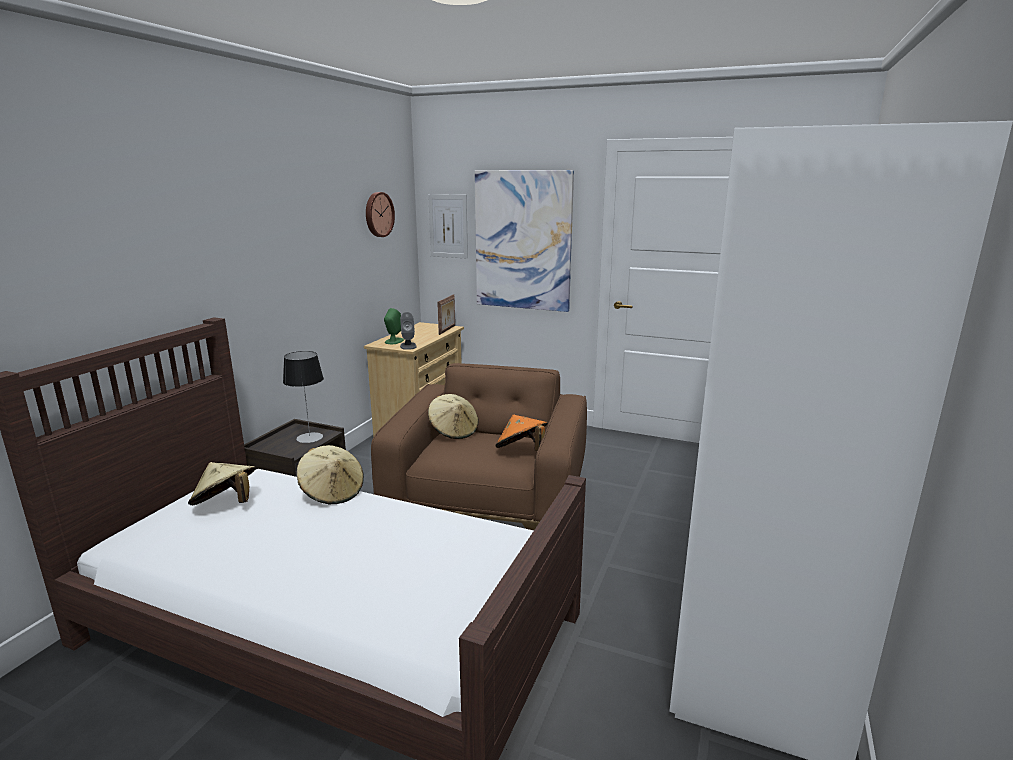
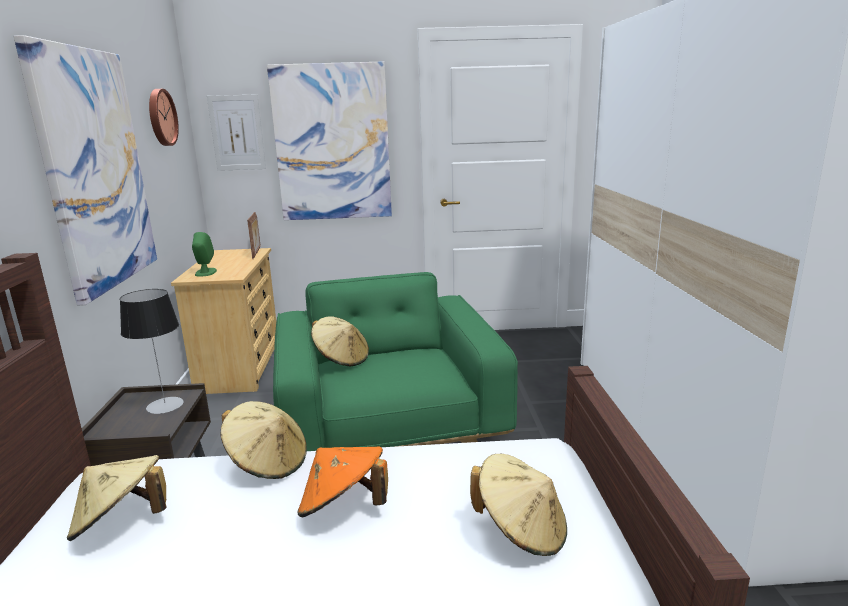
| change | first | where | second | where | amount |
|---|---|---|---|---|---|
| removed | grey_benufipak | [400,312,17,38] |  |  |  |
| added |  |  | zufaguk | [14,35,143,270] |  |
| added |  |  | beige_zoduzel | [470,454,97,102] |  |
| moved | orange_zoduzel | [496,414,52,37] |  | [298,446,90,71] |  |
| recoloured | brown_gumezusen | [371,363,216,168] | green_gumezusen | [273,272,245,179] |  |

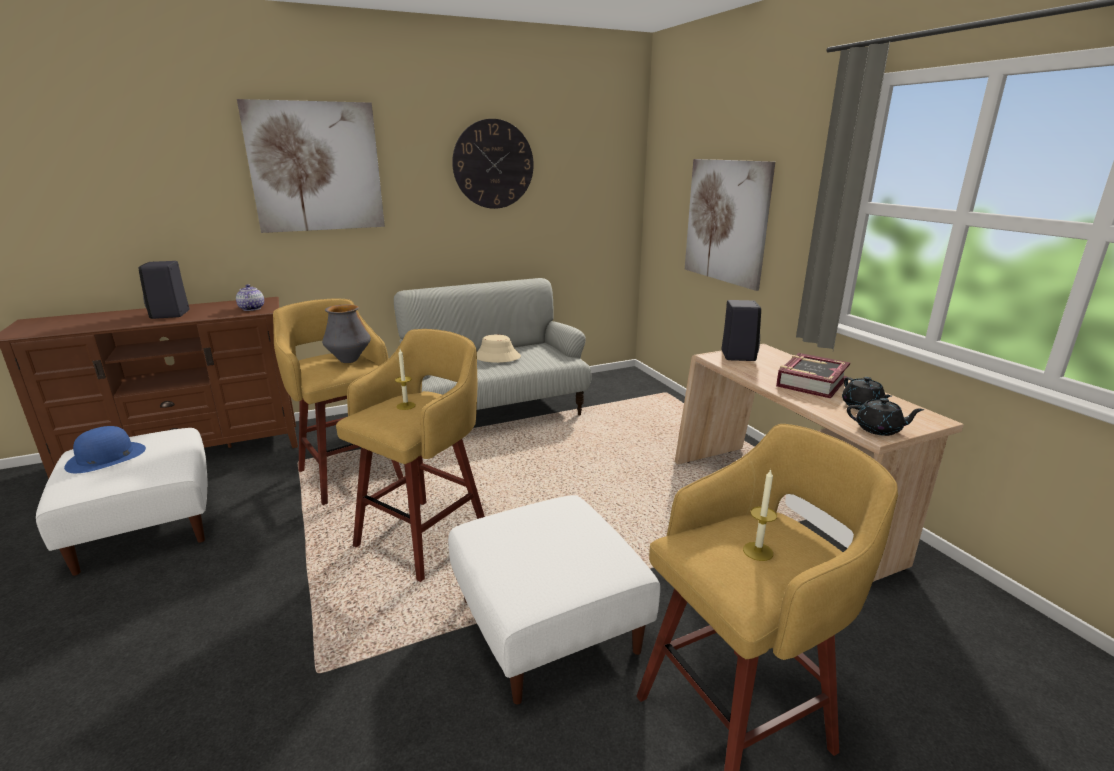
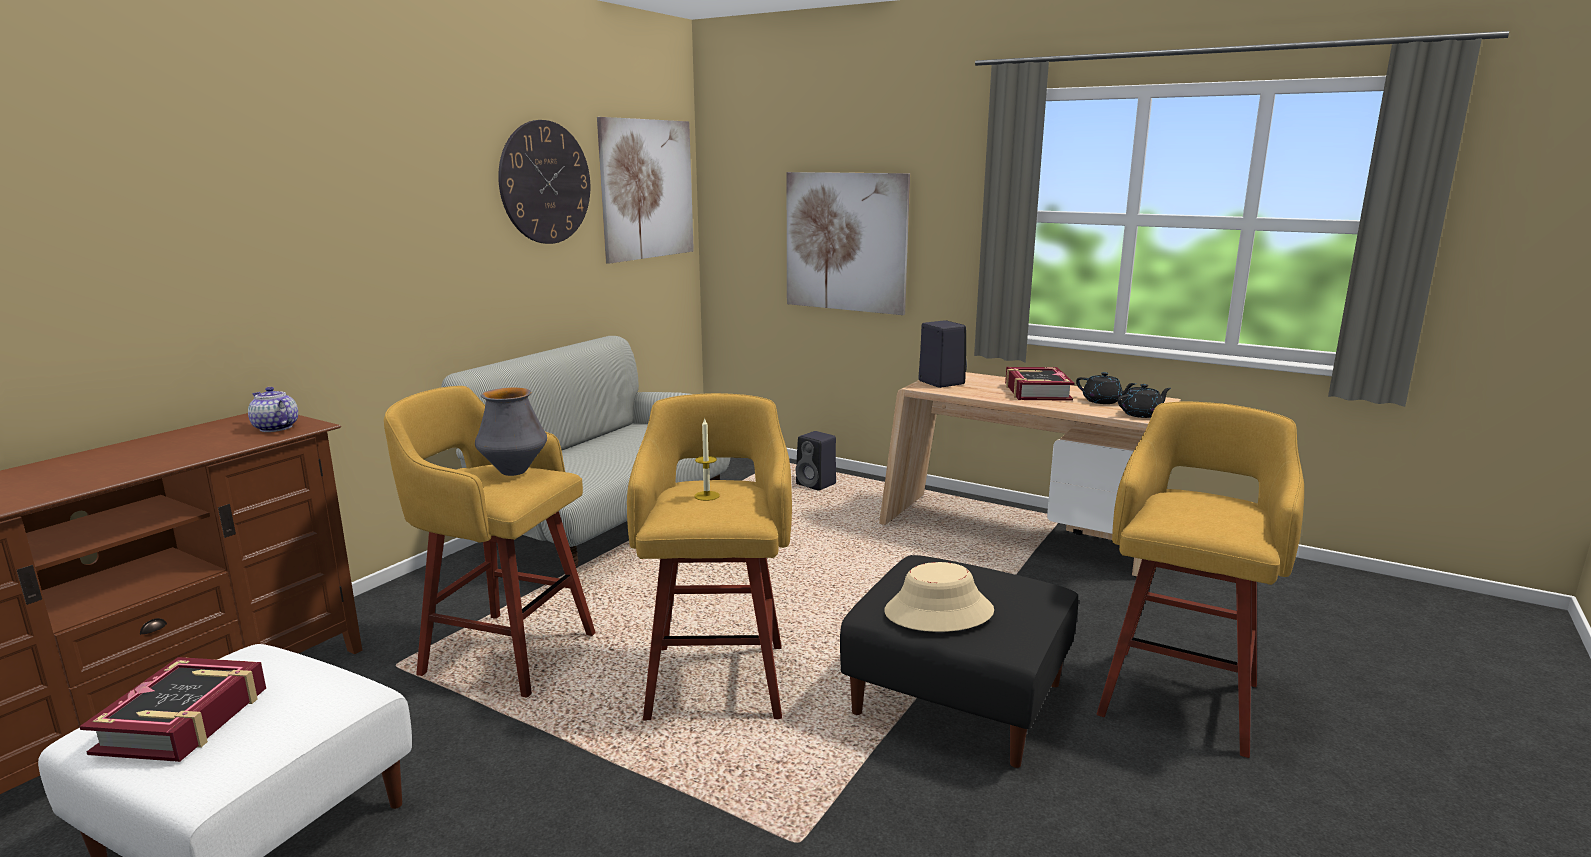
| change | first | where | second | where | amount |
|---|---|---|---|---|---|
| removed | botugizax | [743,469,34,92] |  |  |  |
| moved | black_benufipak | [139,261,50,58] |  | [796,431,40,60] |  |
| moved | zufaguk | [237,99,148,134] |  | [597,117,97,147] |  |
| moved | beige_zoduzel | [477,335,44,28] |  | [884,562,110,70] |  |
| replaced | blue_zoduzel | [64,426,82,47] | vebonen | [79,657,187,105] |  |
| recoloured | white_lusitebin | [448,495,212,209] | black_lusitebin | [840,555,238,213] |  |

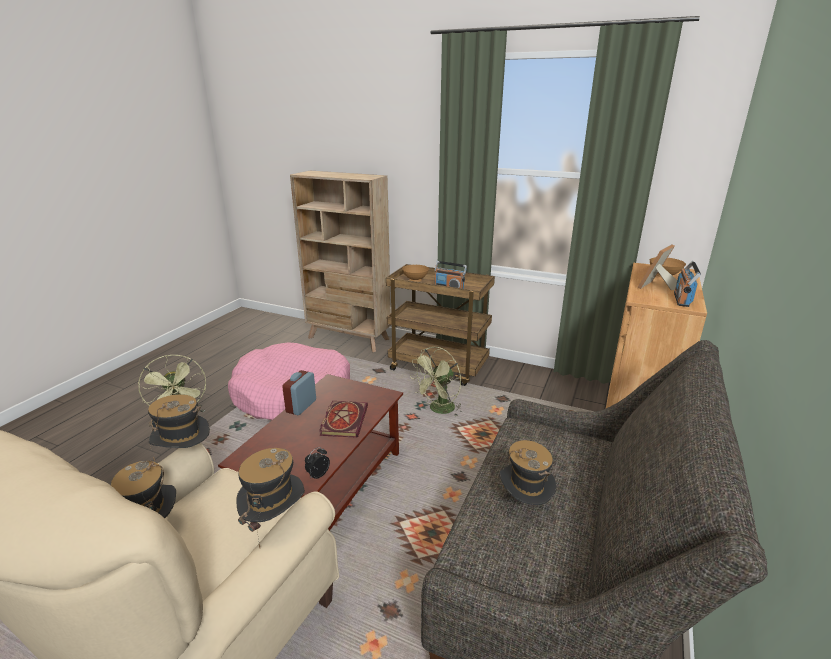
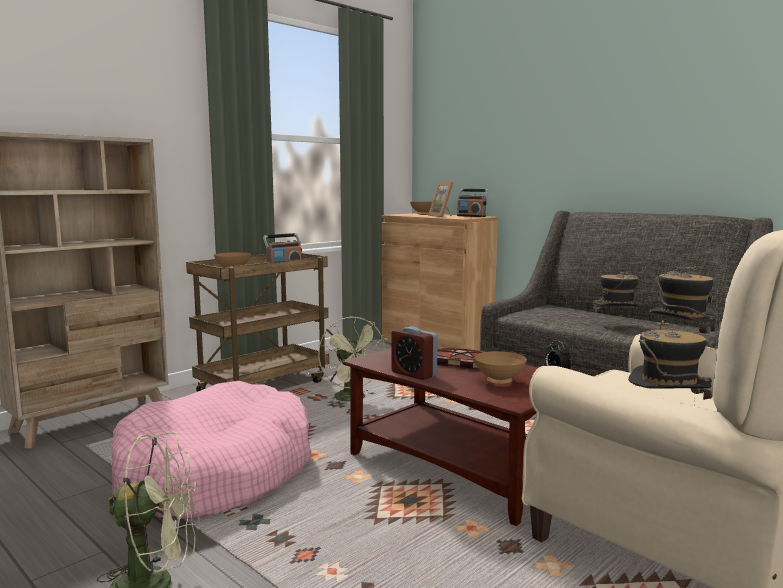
| change | first | where | second | where | amount |
|---|---|---|---|---|---|
| removed | zoduzel | [148,394,62,67] |  |  |  |
| added |  |  | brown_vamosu | [474,351,53,33] |  |

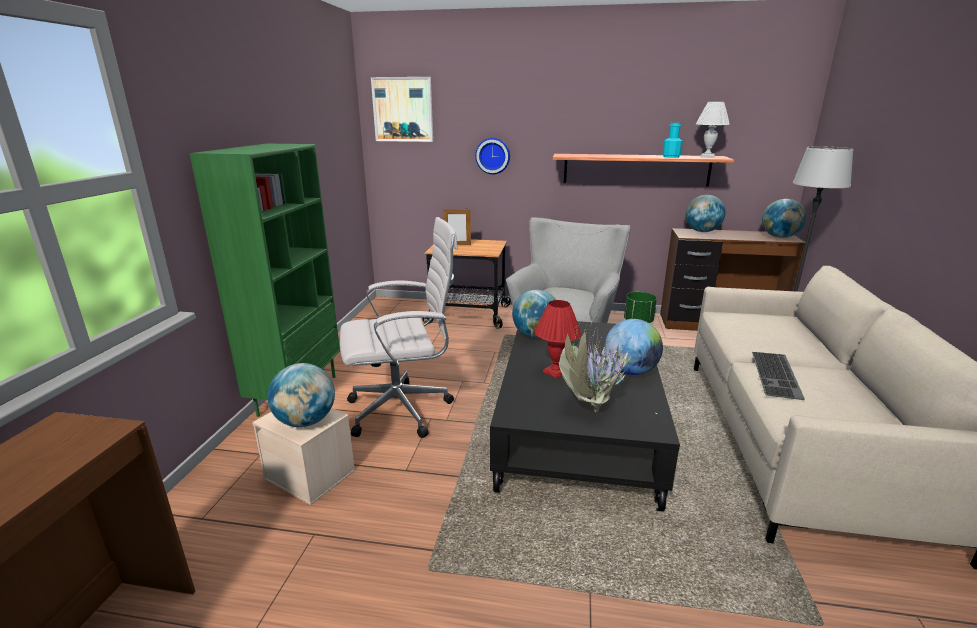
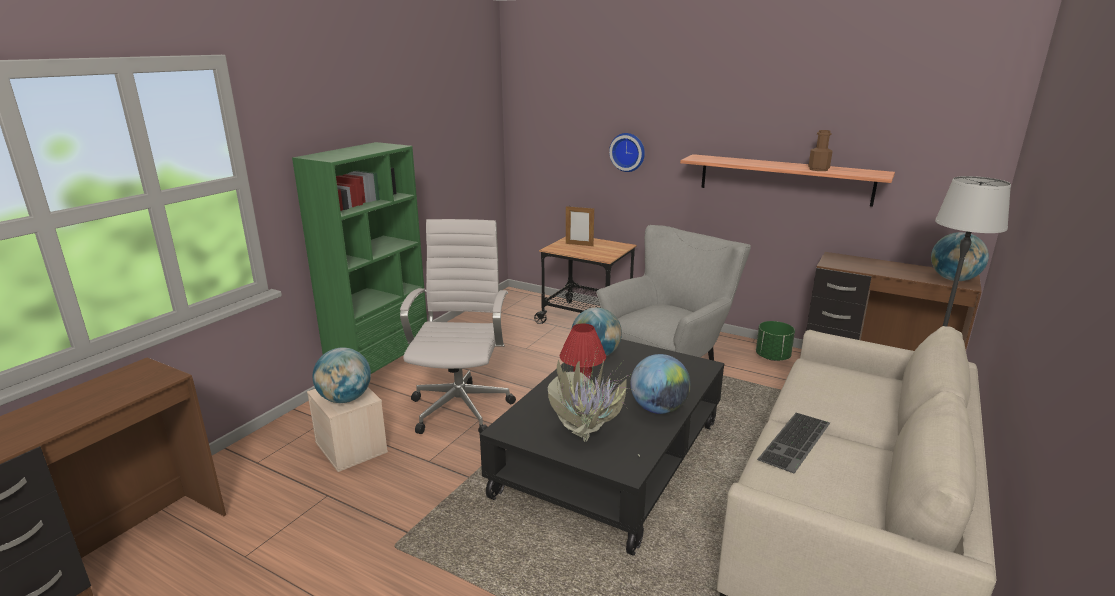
| change | first | where | second | where | amount |
|---|---|---|---|---|---|
| removed | zufaguk | [371,77,62,65] |  |  |  |
| removed | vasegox | [685,195,41,37] |  |  |  |
| removed | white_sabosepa | [696,102,34,56] |  |  |  |
| recoloured | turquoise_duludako | [662,123,21,35] | brown_duludako | [808,130,25,41] |  |
| turned | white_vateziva | [340,217,118,221] |  | [400,219,116,215] | 90 degrees counterclockwise |

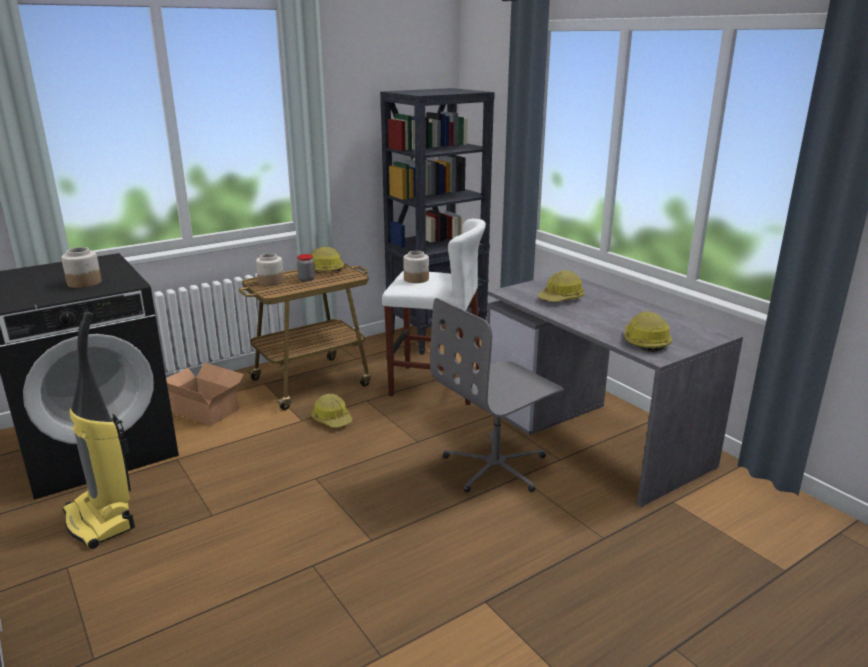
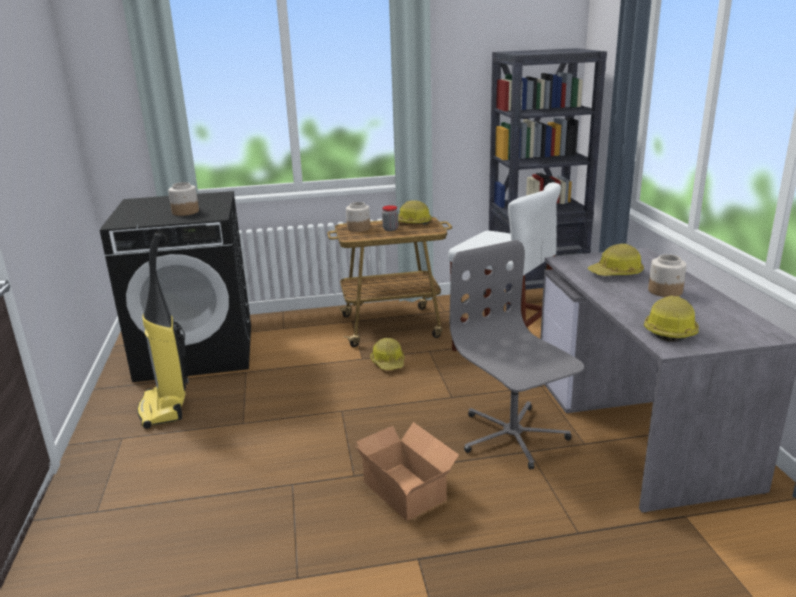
| change | first | where | second | where | amount |
|---|---|---|---|---|---|
| moved | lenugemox | [166,362,78,64] |  | [354,422,105,99] |  |
| moved | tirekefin | [403,251,26,32] |  | [648,254,39,43] |  |
| turned | grey_vateziva | [430,298,134,195] |  | [450,240,134,230] | 75 degrees clockwise |

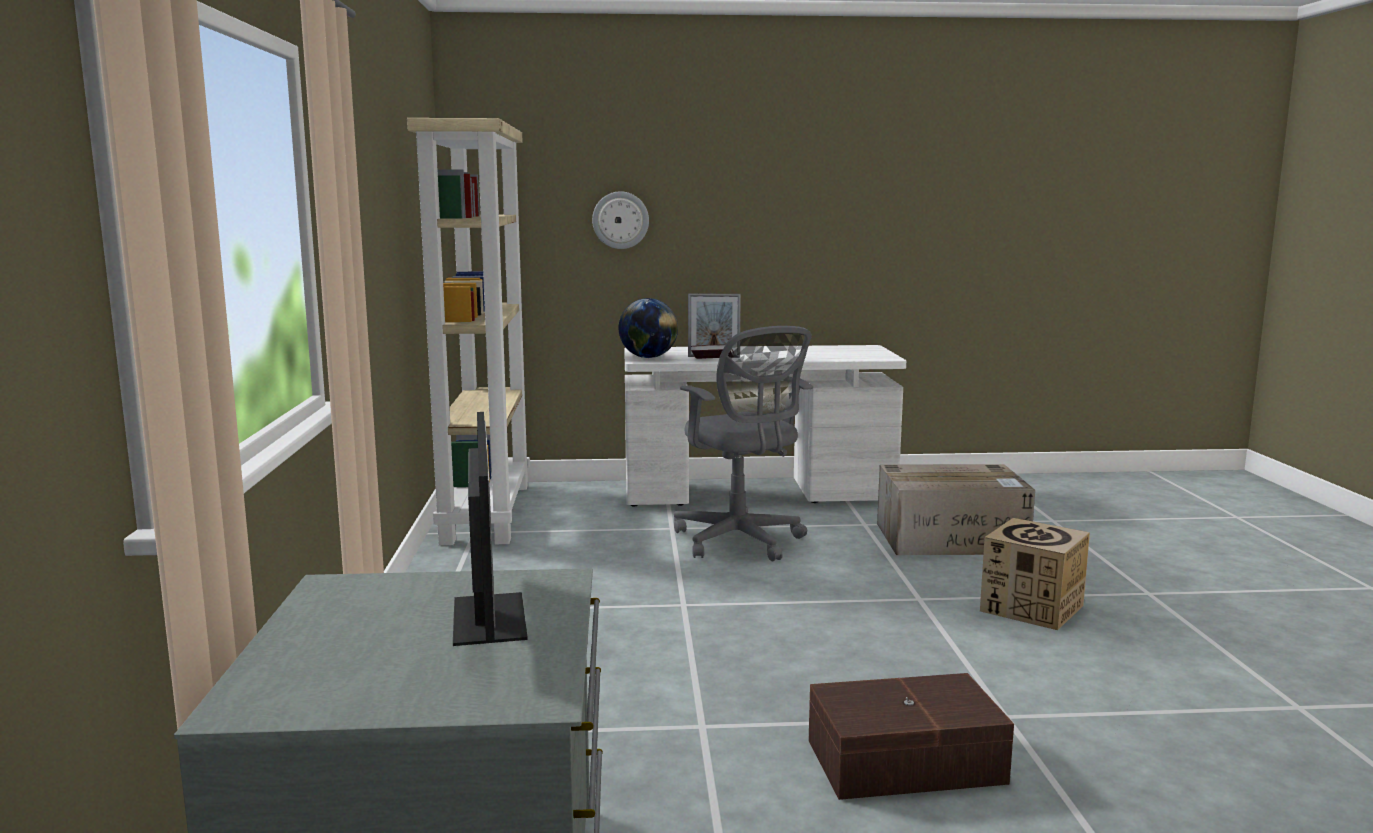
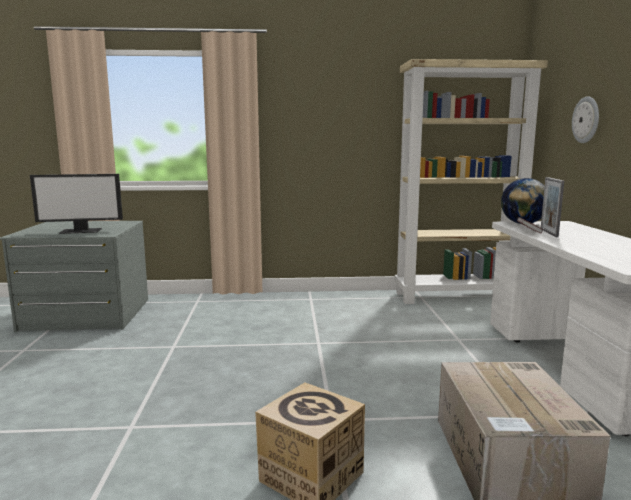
| change | first | where | second | where | amount |
|---|---|---|---|---|---|
| removed | grey_vateziva | [674,326,139,235] |  |  |  |
| removed | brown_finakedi | [809,673,205,127] |  |  |  |

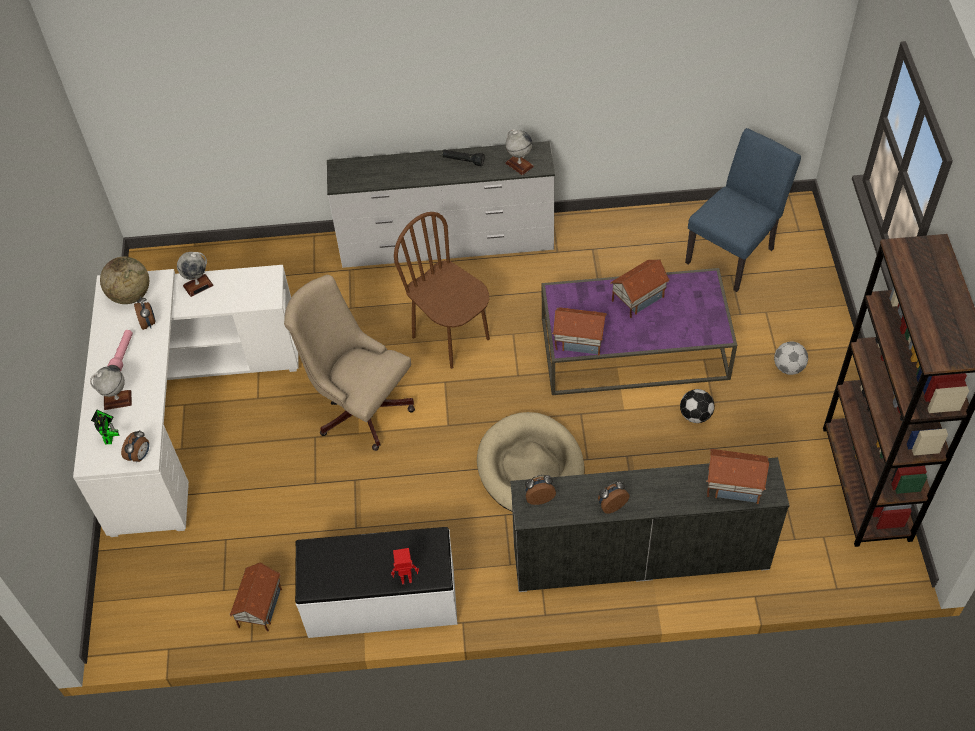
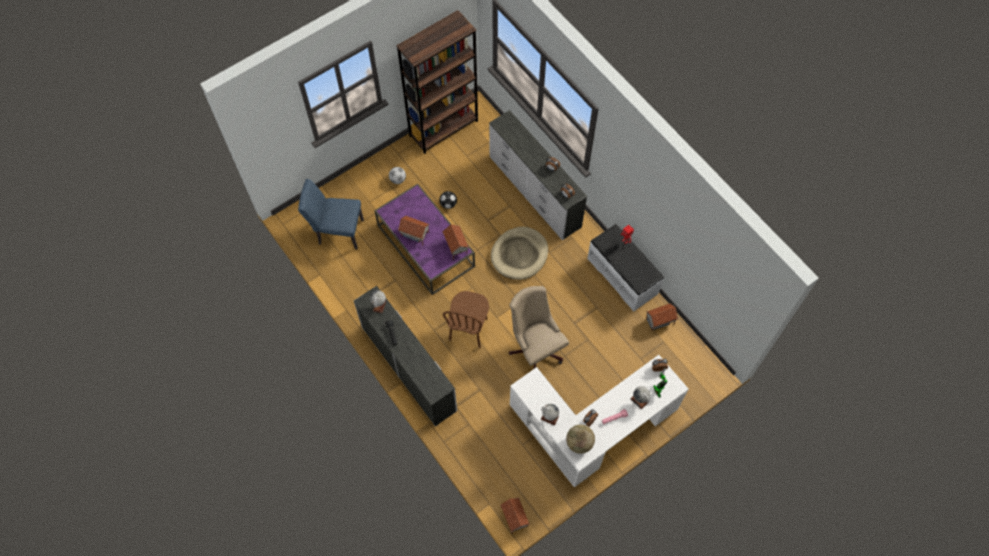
| change | first | where | second | where | amount |
|---|---|---|---|---|---|
| moved | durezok | [706,449,63,55] |  | [500,497,30,37] |  |
| turned | beige_vateziva | [284,275,131,176] |  | [509,286,60,83] | 150 degrees clockwise |

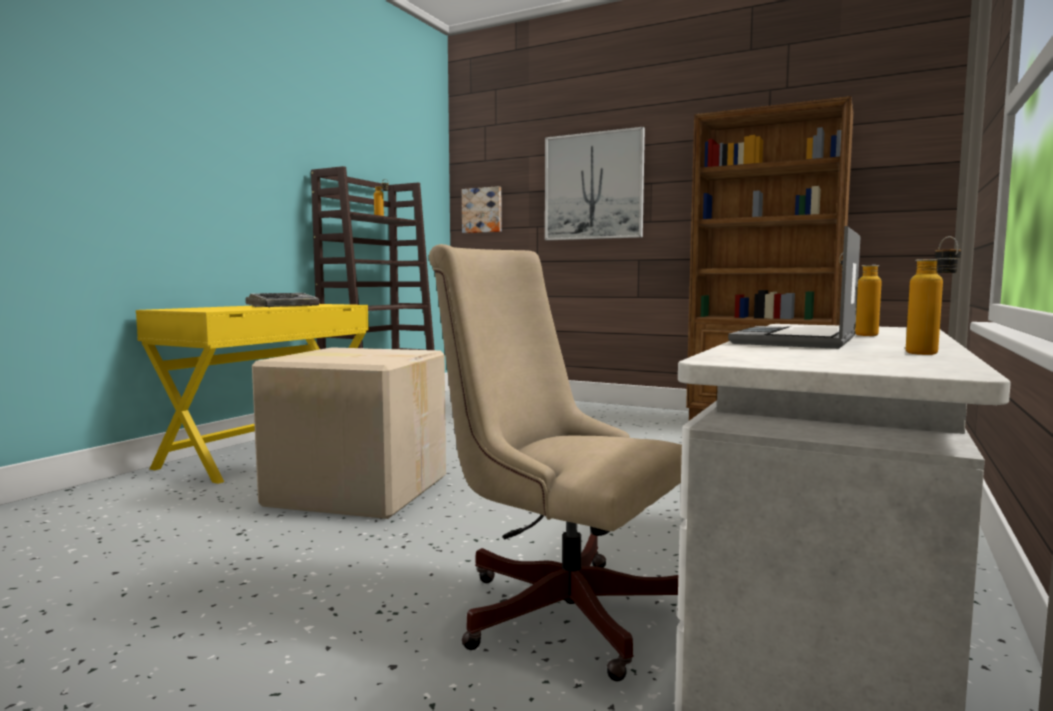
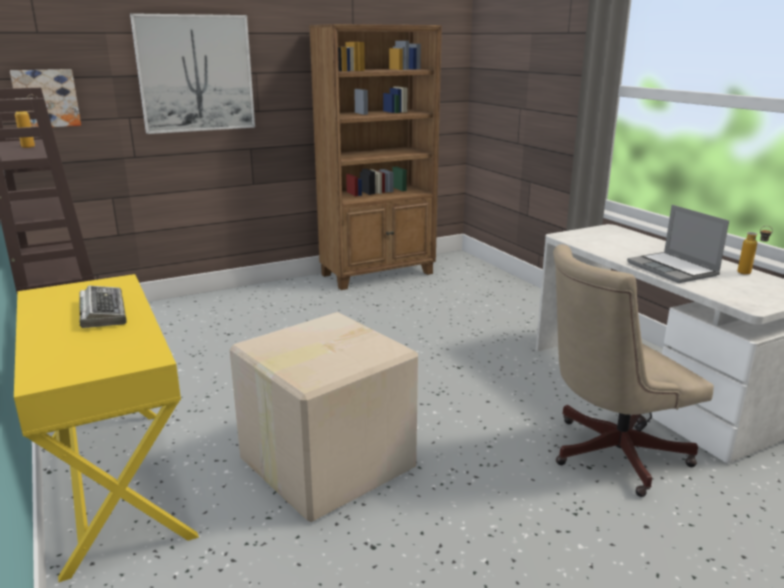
| change | first | where | second | where | amount |
|---|---|---|---|---|---|
| removed | duludako | [839,253,43,83] |  |  |  |

